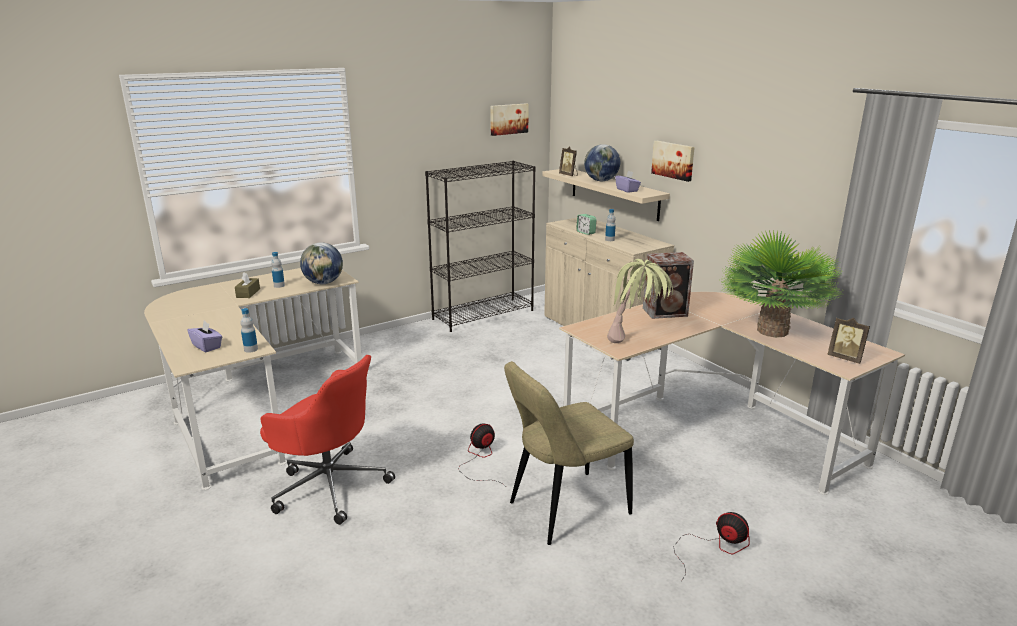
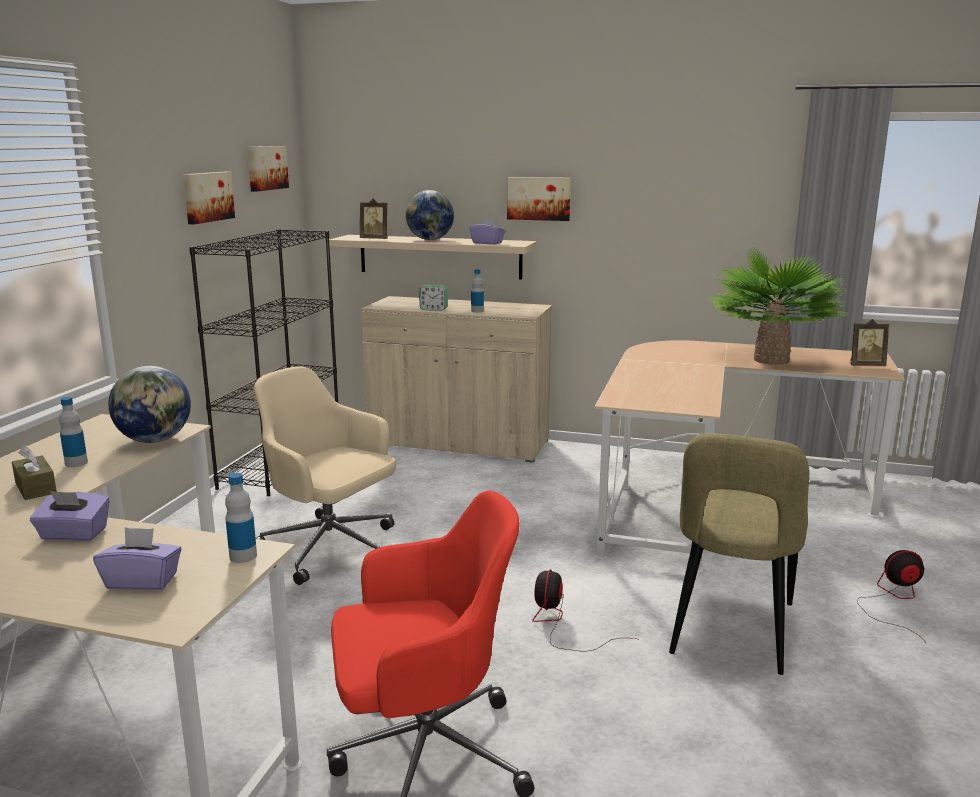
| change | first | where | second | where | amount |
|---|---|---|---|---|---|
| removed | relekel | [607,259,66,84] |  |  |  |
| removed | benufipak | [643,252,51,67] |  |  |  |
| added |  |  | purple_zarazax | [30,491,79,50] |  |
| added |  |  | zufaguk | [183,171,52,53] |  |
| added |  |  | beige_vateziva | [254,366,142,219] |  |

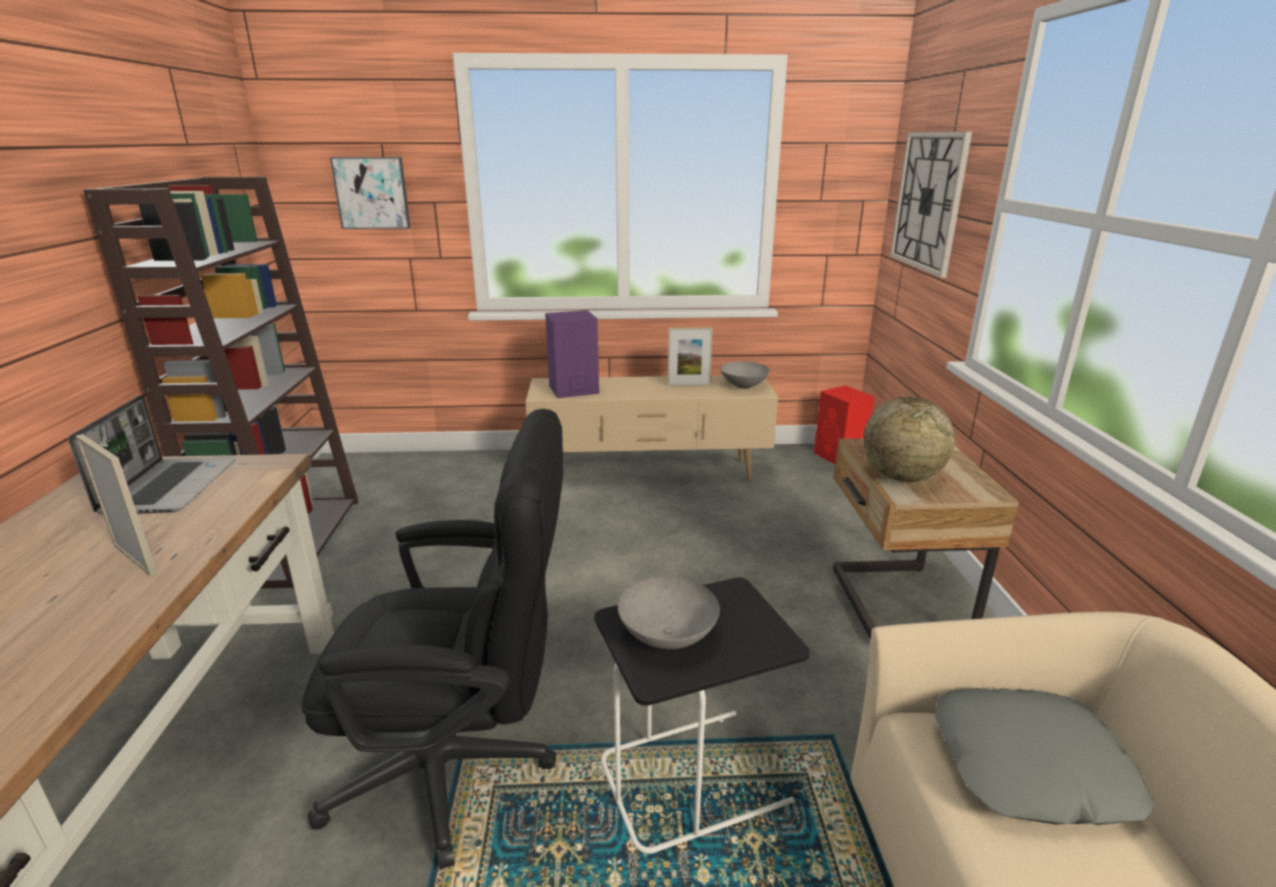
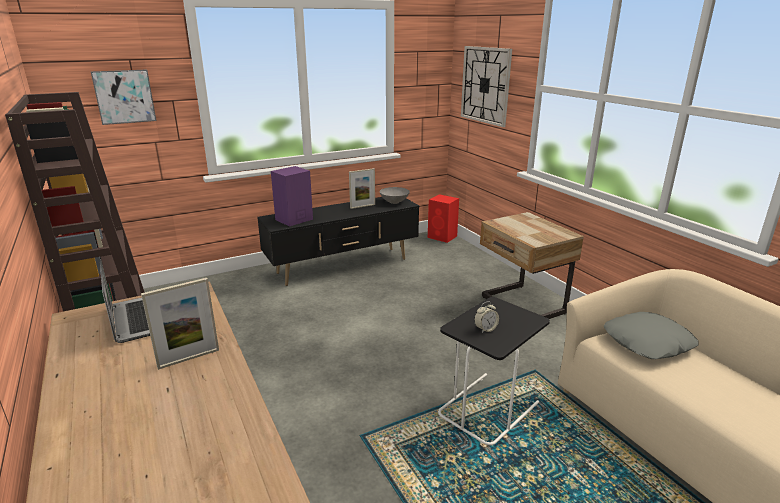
| change | first | where | second | where | amount |
|---|---|---|---|---|---|
| removed | black_vateziva | [301,409,262,460] |  |  |  |
| removed | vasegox | [863,396,92,86] |  |  |  |
| replaced | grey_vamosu | [618,577,102,72] | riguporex | [474,302,25,31] |  |
| recoloured | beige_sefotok | [526,375,253,106] | black_sefotok | [257,197,162,89] |  |
| turned | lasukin | [76,434,81,143] |  | [141,278,78,92] | 135 degrees clockwise |

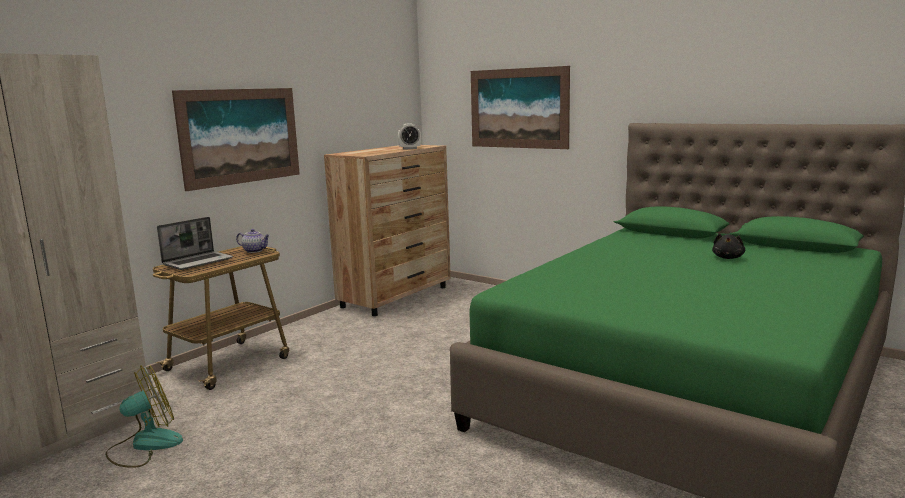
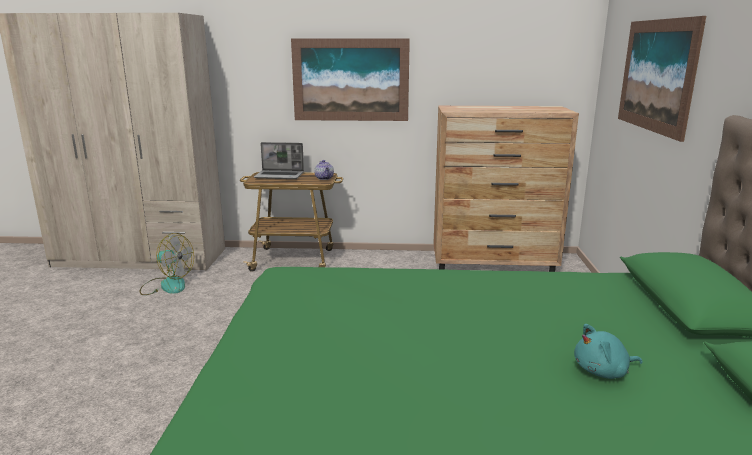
| change | first | where | second | where | amount |
|---|---|---|---|---|---|
| removed | riguporex | [398,123,23,27] |  |  |  |
| recoloured | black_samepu | [712,233,33,26] | turquoise_samepu | [574,324,69,55] |  |

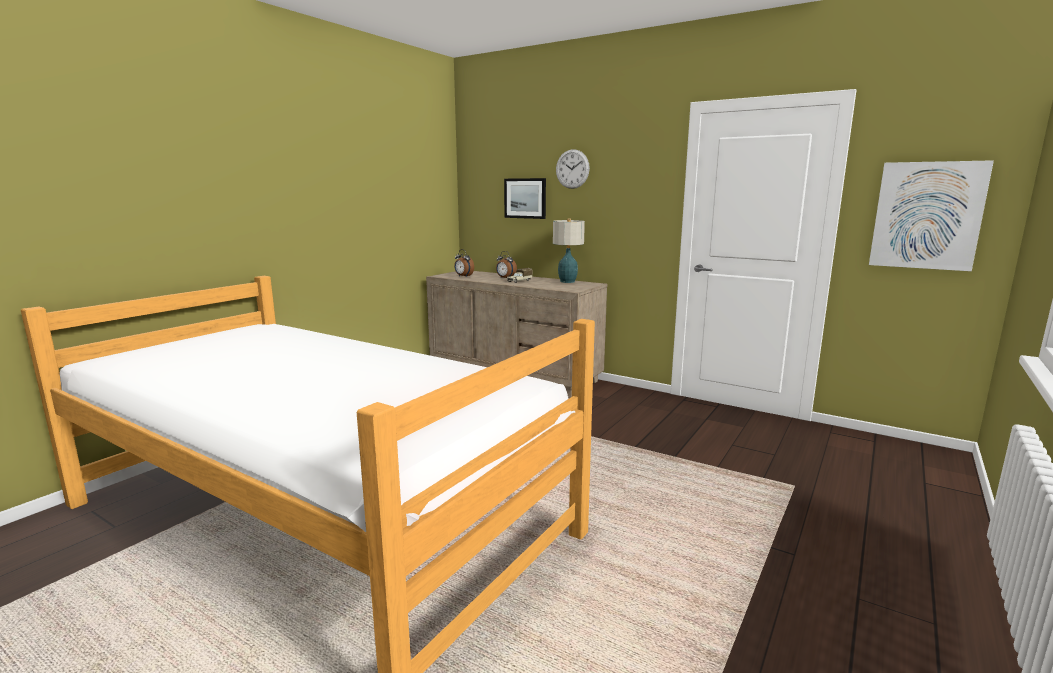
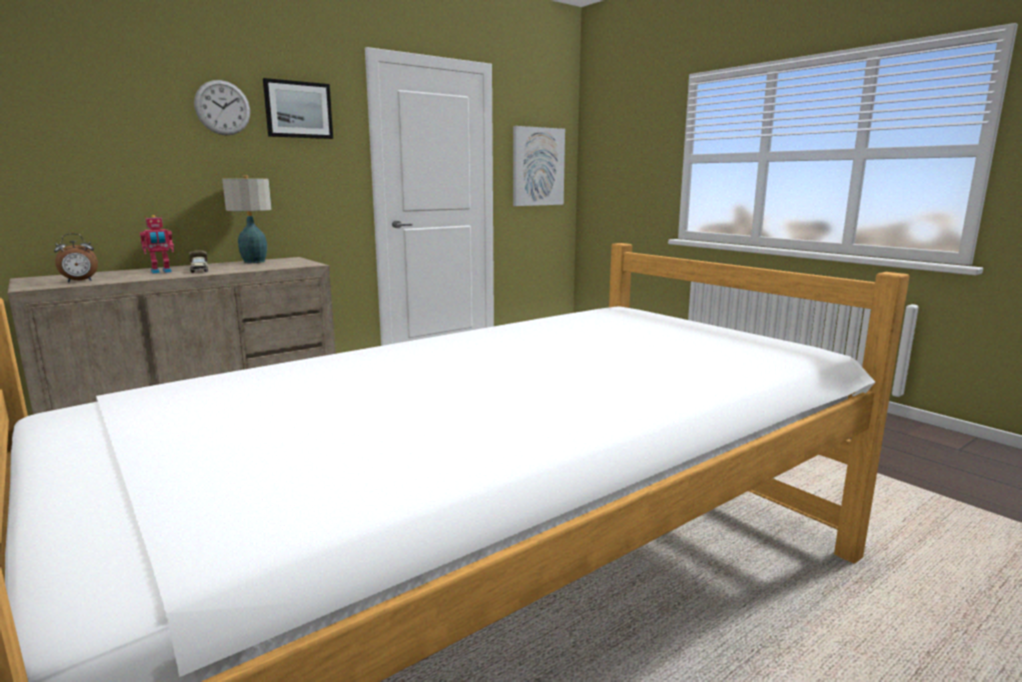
| change | first | where | second | where | amount |
|---|---|---|---|---|---|
| moved | zufaguk | [504,178,42,41] |  | [263,78,70,61] |  |
| replaced | riguporex | [496,251,21,27] | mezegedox | [140,215,34,59] |  |

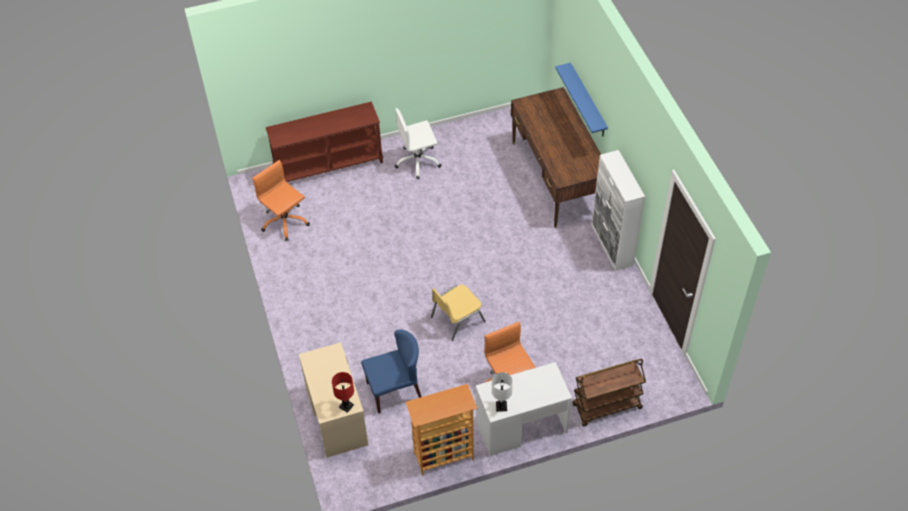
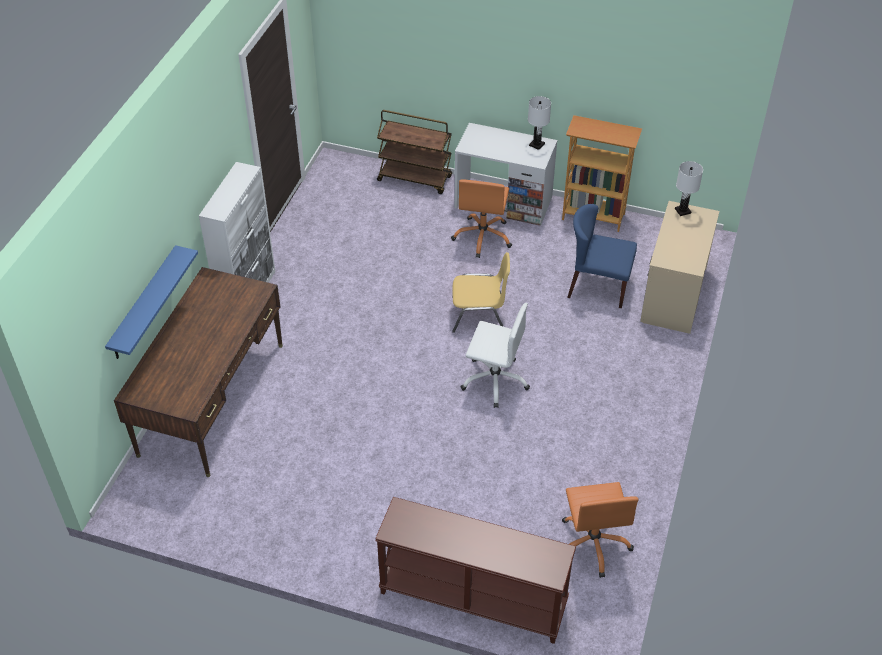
| change | first | where | second | where | amount |
|---|---|---|---|---|---|
| moved | white_vateziva | [395,108,46,71] |  | [460,303,70,105] |  |
| recoloured | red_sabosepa | [332,372,22,41] | white_sabosepa | [675,161,28,55] |  |

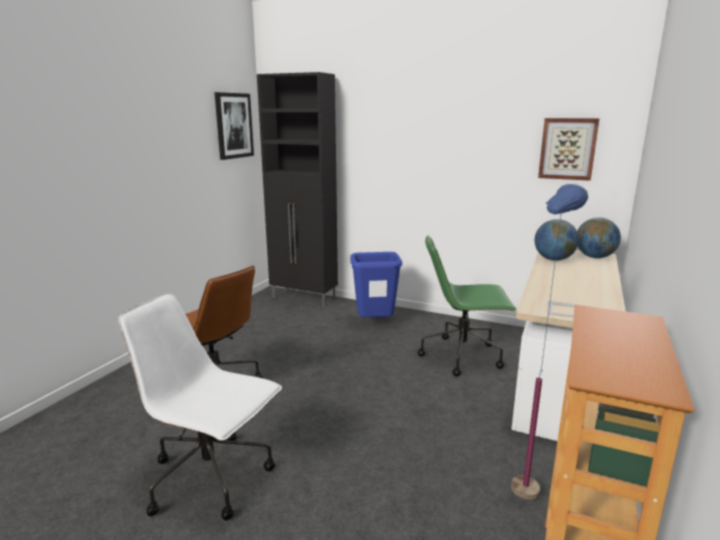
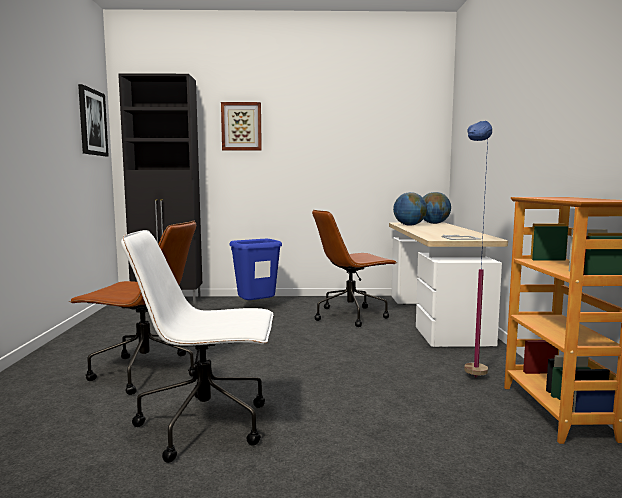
| change | first | where | second | where | amount |
|---|---|---|---|---|---|
| moved | zufaguk | [538,118,62,63] |  | [221,102,41,48] |  |
| recoloured | green_vateziva | [418,235,99,141] | brown_vateziva | [312,210,85,117] |  |

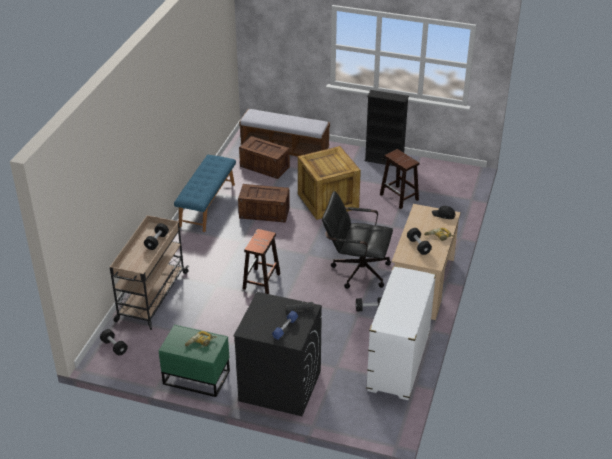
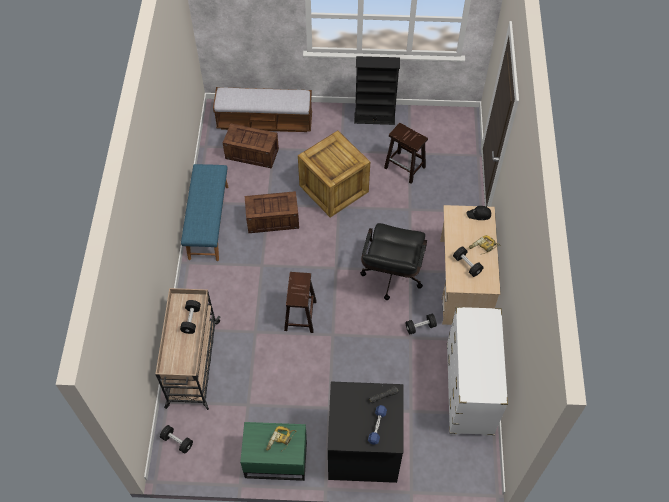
| change | first | where | second | where | amount |
|---|---|---|---|---|---|
| turned | black_vateziva | [322,191,71,98] |  | [360,223,67,77] | 75 degrees counterclockwise |

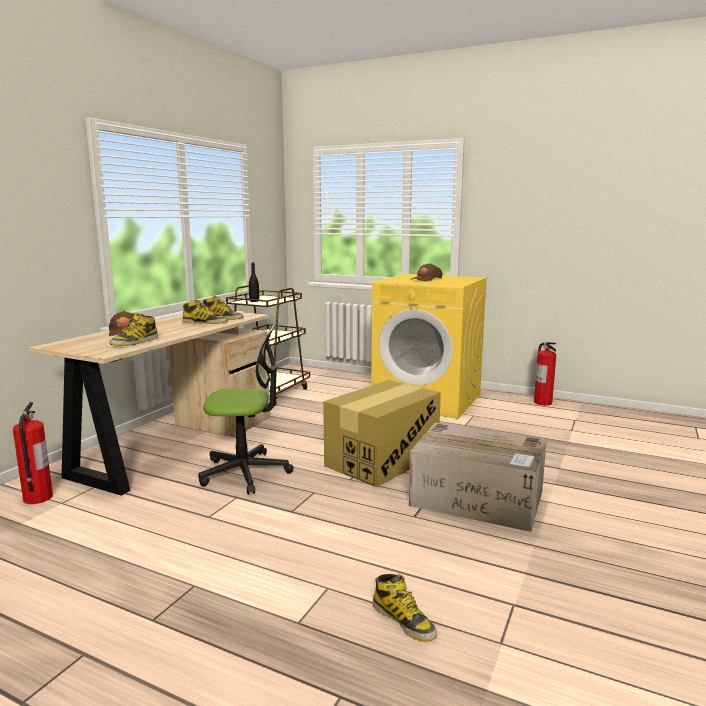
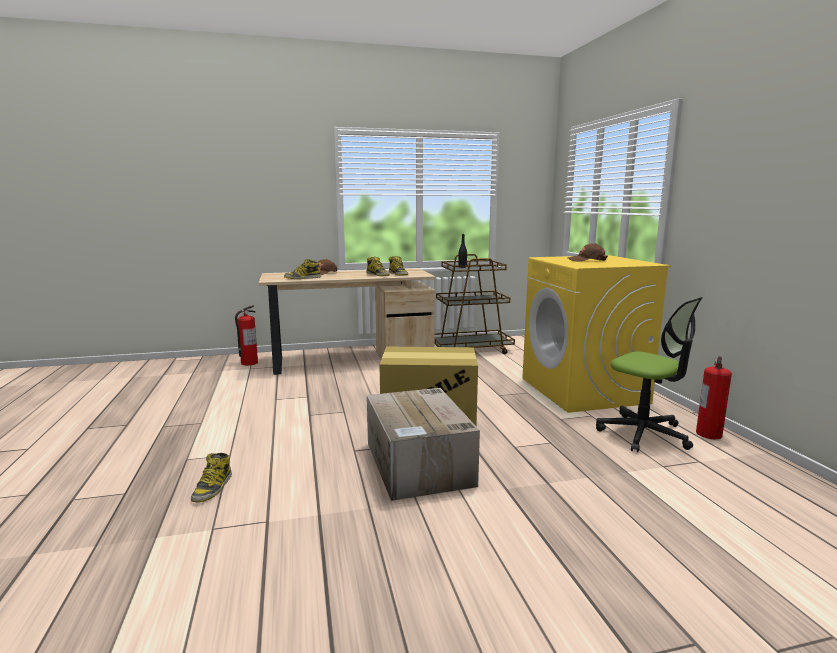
| change | first | where | second | where | amount |
|---|---|---|---|---|---|
| moved | vateziva | [198,323,96,172] |  | [596,297,107,155] |  |

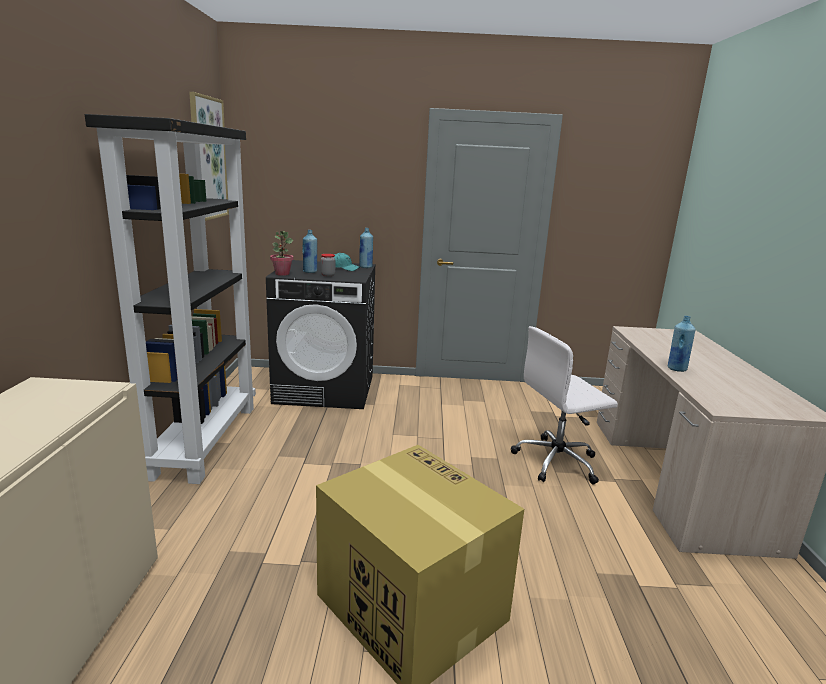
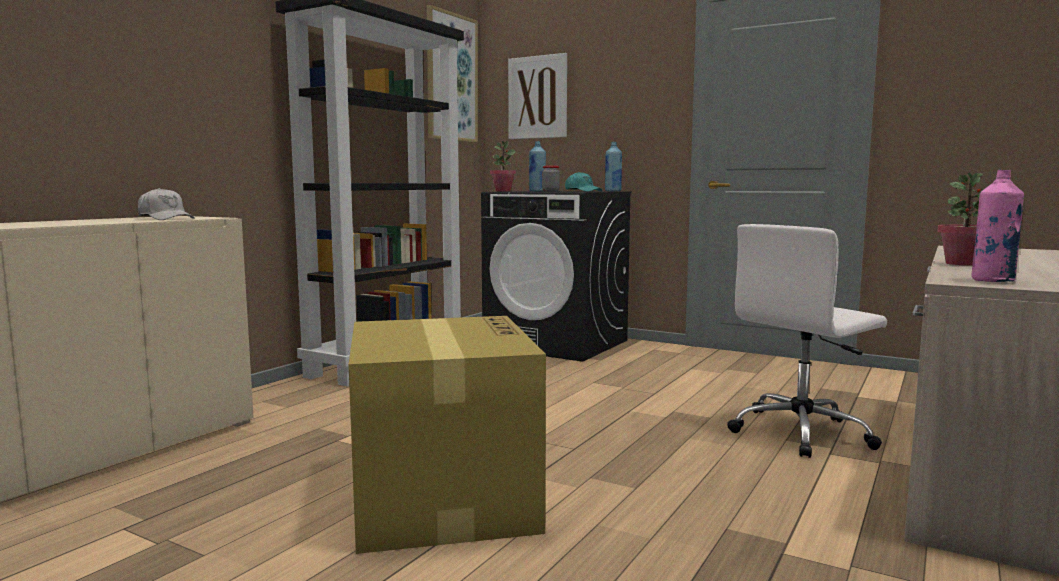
| change | first | where | second | where | amount |
|---|---|---|---|---|---|
| added |  |  | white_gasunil | [138,188,57,32] |  |
| added |  |  | zufaguk | [508,53,59,86] |  |
| added |  |  | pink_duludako | [972,170,52,112] |  |
| replaced | blue_duludako | [668,316,28,56] | relekel | [937,172,47,94] |  |
| turned | white_vateziva | [511,326,107,159] |  | [727,224,160,234] | 45 degrees counterclockwise |

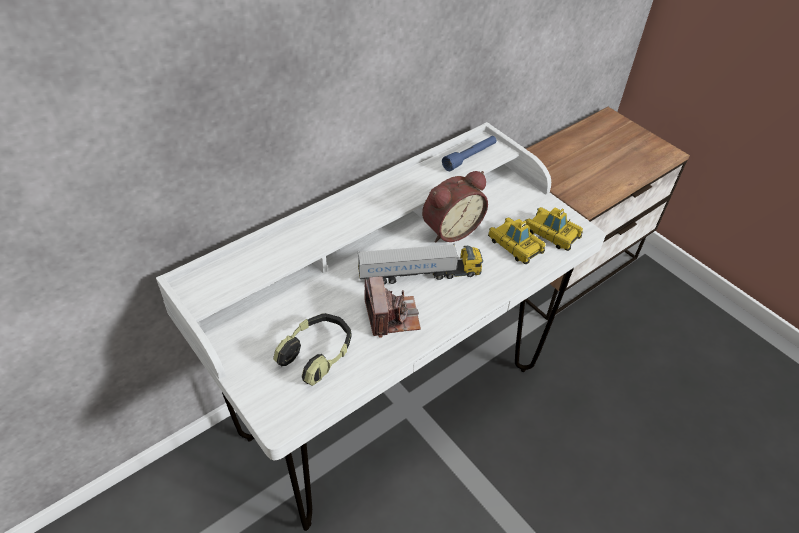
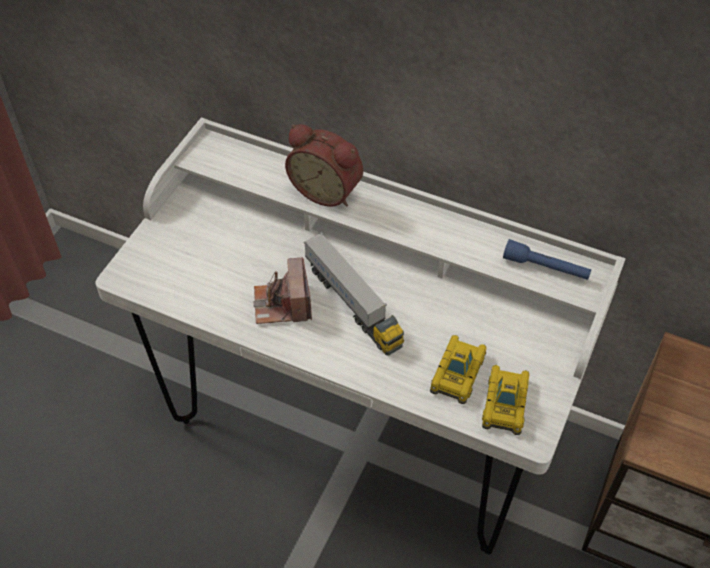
| change | first | where | second | where | amount |
|---|---|---|---|---|---|
| removed | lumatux | [273,313,78,73] |  |  |  |
| moved | riguporex | [422,171,66,72] |  | [285,124,78,83] |  |
| turned | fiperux | [365,276,56,62] |  | [253,258,59,66] | 120 degrees clockwise |

